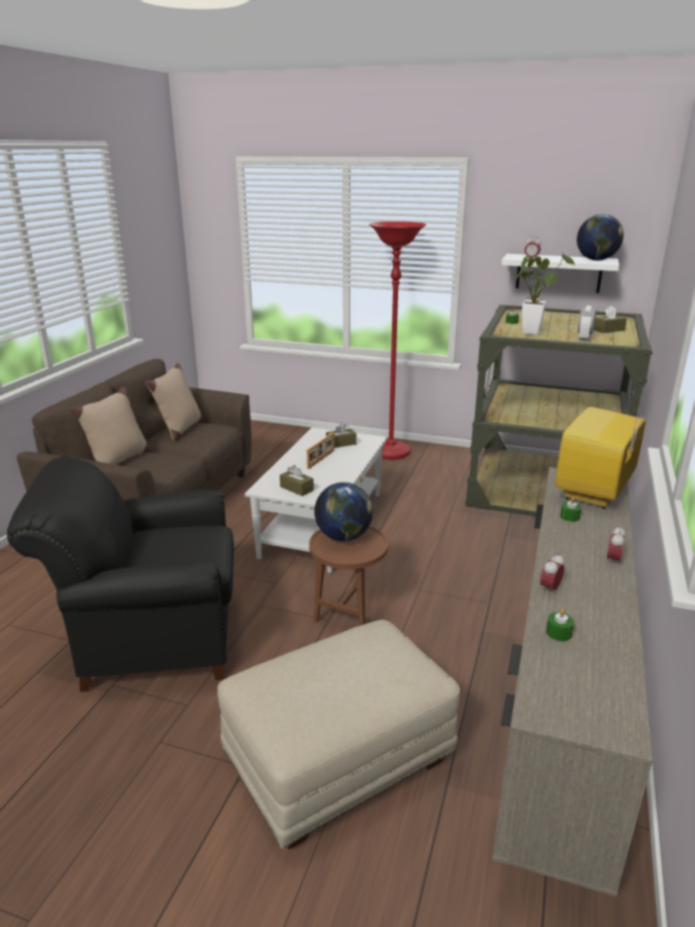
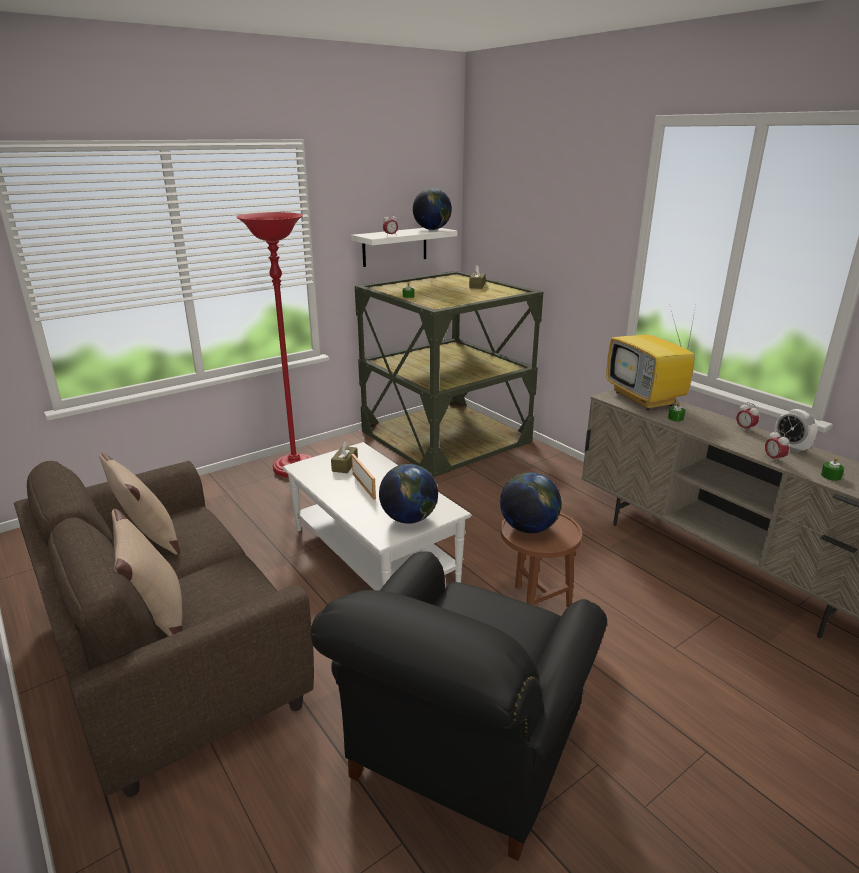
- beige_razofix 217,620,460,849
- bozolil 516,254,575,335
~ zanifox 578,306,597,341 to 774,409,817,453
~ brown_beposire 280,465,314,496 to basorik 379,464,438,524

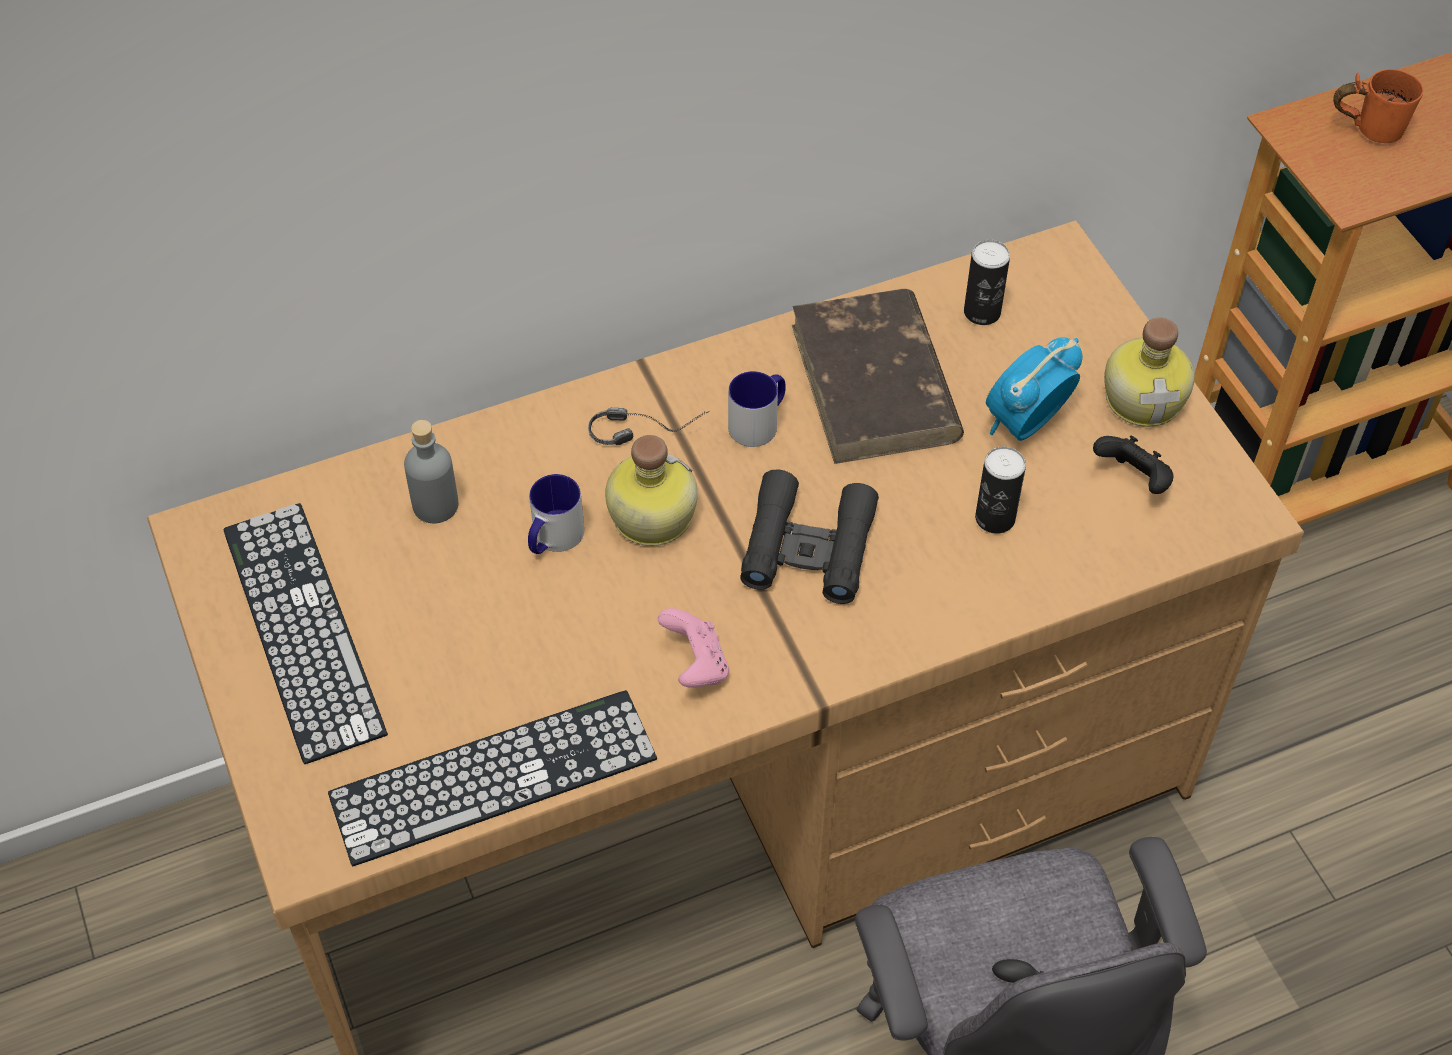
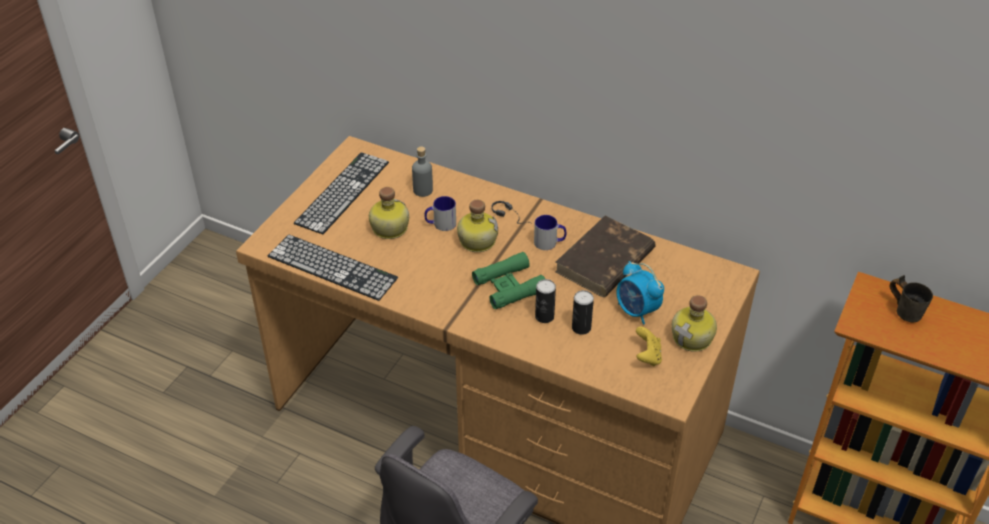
- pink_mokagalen 658,608,729,688
+ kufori 369,187,409,239
~ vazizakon 964,240,1010,325 to 535,279,556,323
~ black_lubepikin 740,470,879,604 to green_lubepikin 472,252,545,309
~ black_mokagalen 1093,435,1173,494 to yellow_mokagalen 636,326,662,366
~ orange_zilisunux 1333,69,1423,143 to grey_zilisunux 890,275,933,322
~ zanifox 986,338,1082,441 = 616,261,664,325 135 degrees counterclockwise

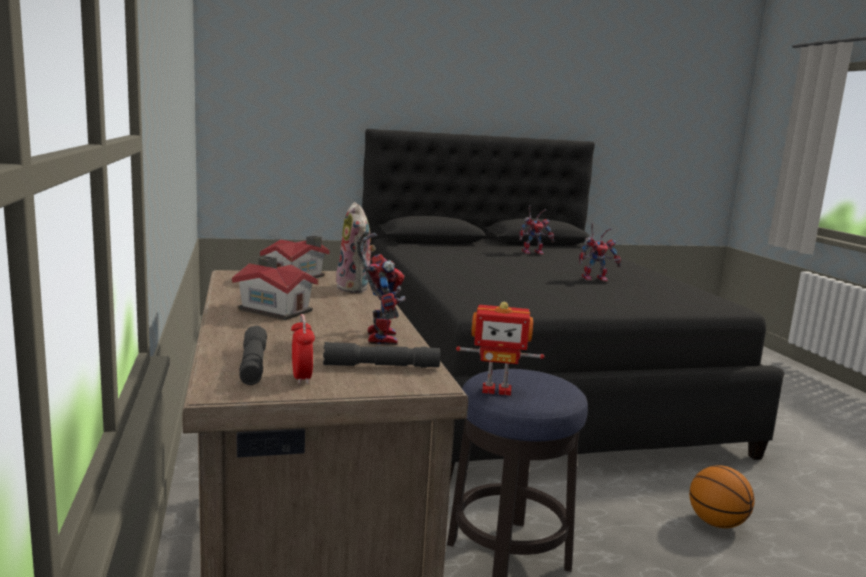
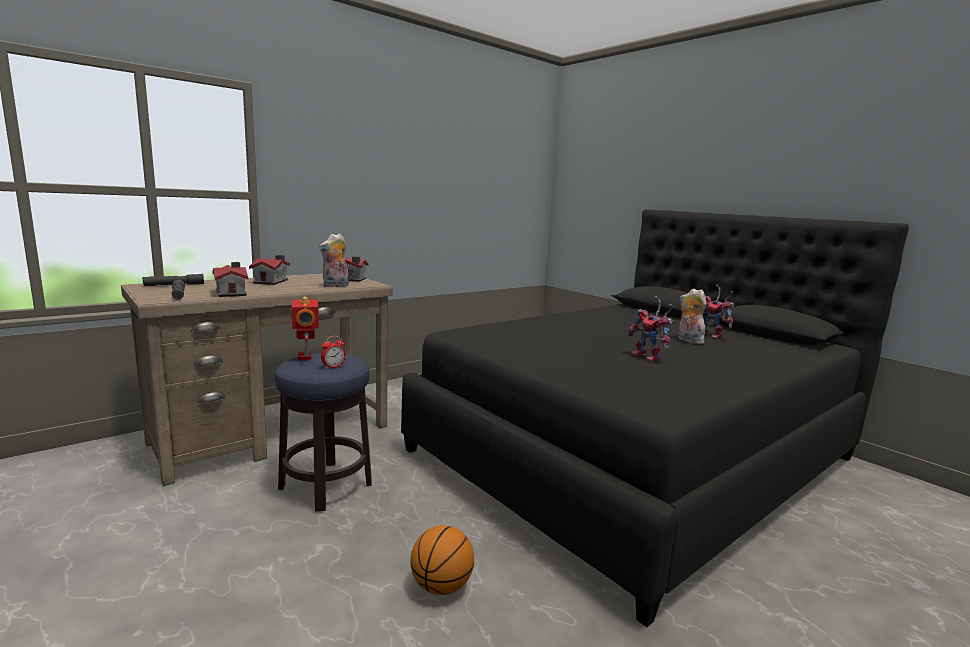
+ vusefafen 678,288,706,344
~ zanifox 291,314,315,385 to 321,336,346,369
~ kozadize 357,231,406,345 to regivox 212,262,248,297

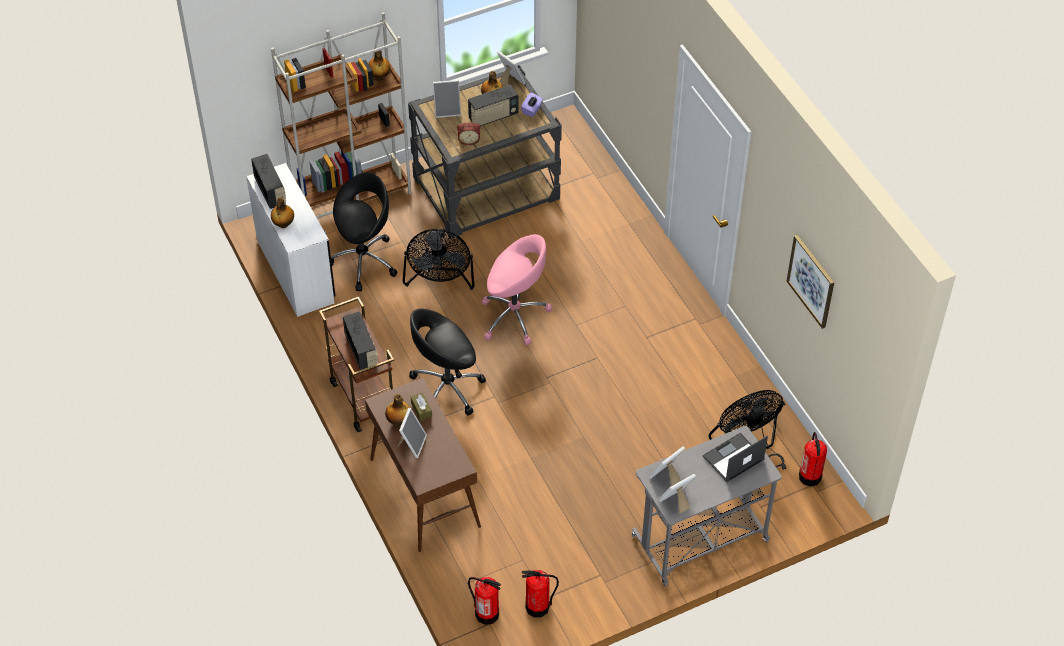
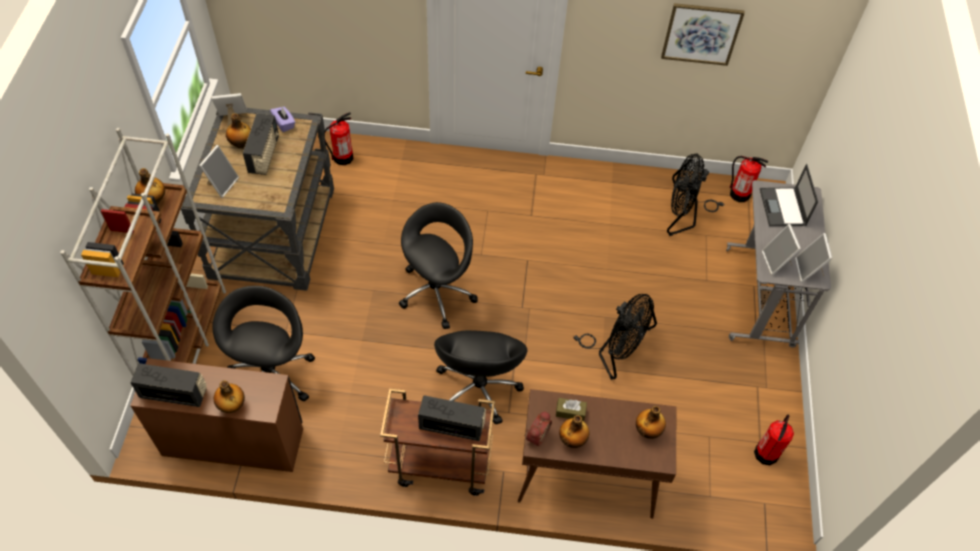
- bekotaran 397,408,427,458
+ kufori 636,406,666,439
~ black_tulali 403,228,474,290 to 573,294,657,380
~ zanifox 457,122,480,145 to 526,412,552,446
~ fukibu 468,577,501,625 to 324,112,354,165
~ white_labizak 246,163,336,317 to brown_labizak 130,358,303,472
~ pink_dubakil 481,234,552,345 to black_dubakil 399,202,478,329

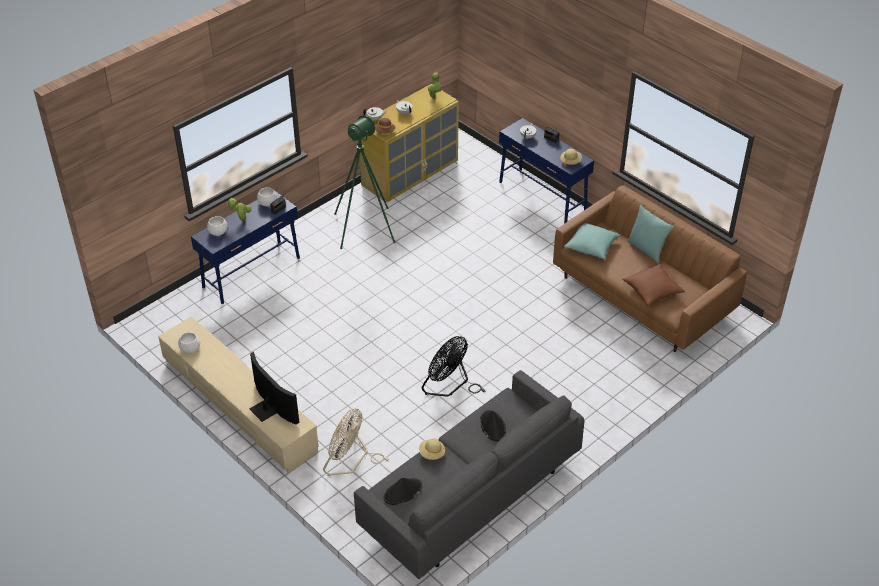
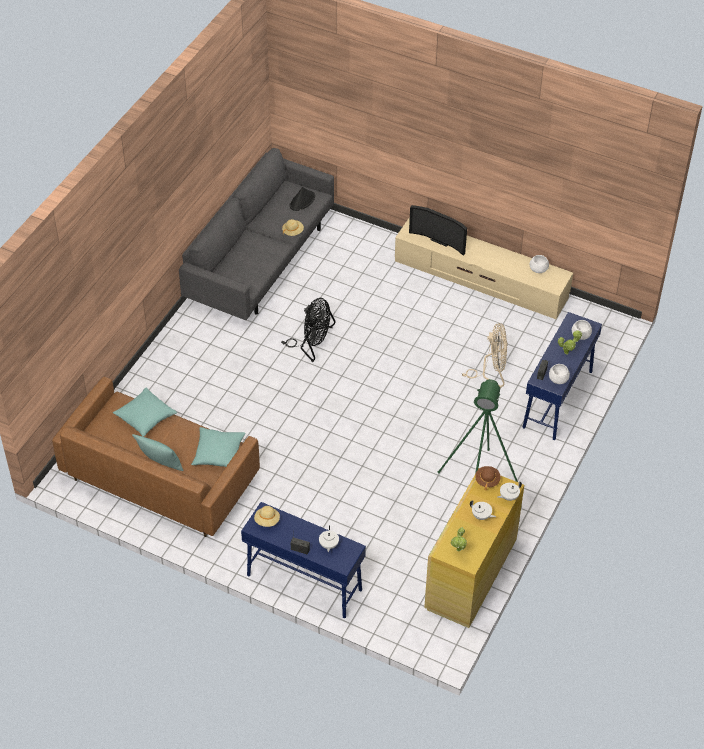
- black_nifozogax 480,410,506,441
~ beige_tulali 323,409,389,476 to 462,323,508,389
~ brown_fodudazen 622,263,685,306 to turquoise_fodudazen 113,388,177,437

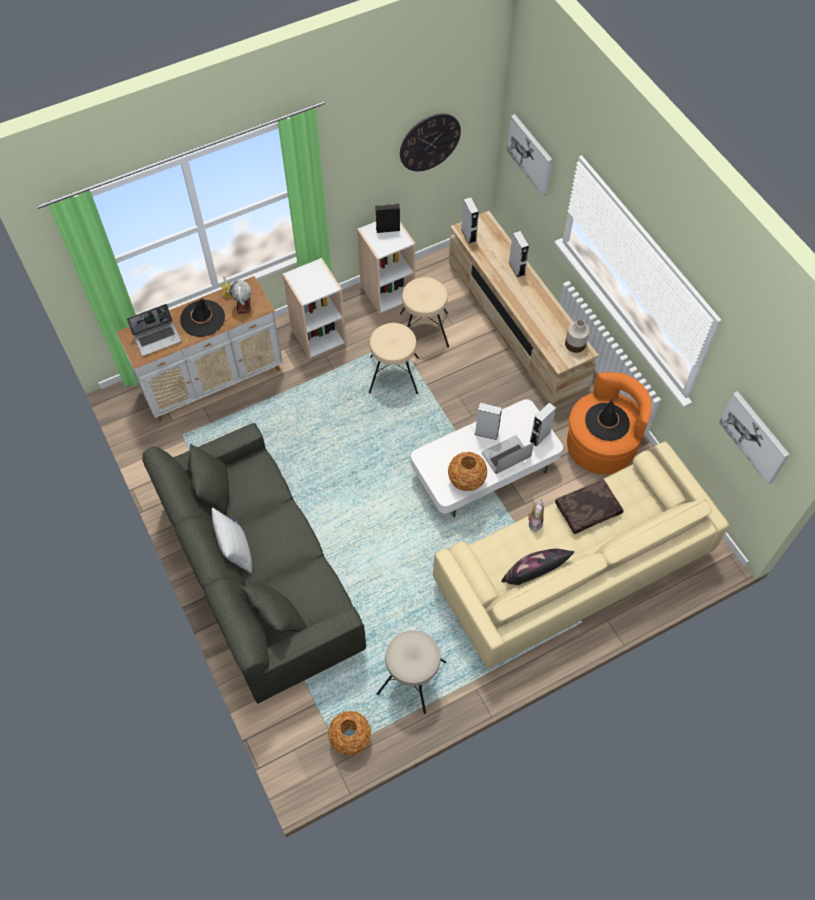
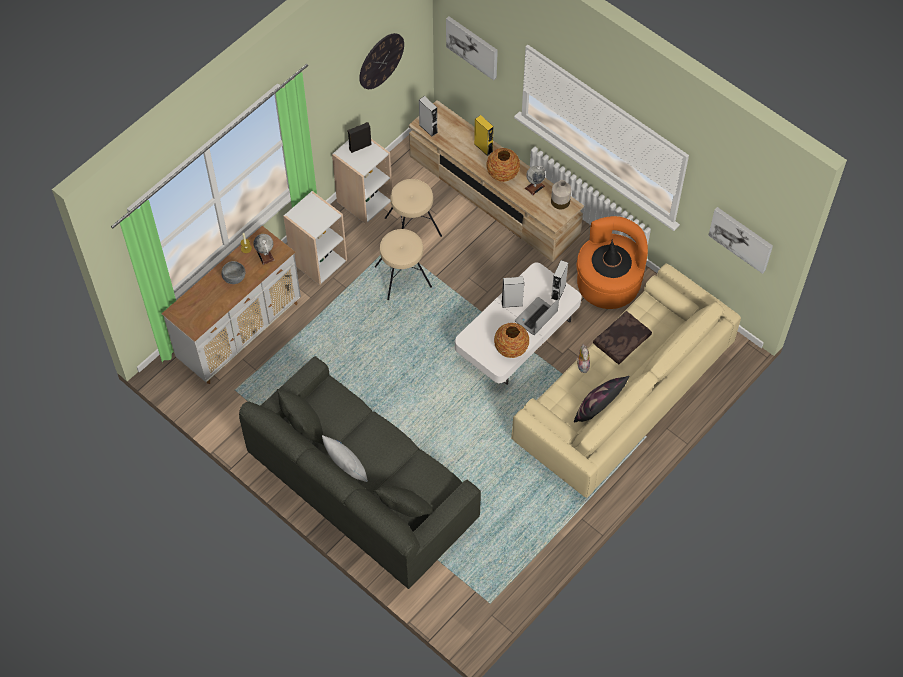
- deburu 127,304,182,356
- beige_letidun 377,630,446,714
+ basorik 525,166,545,195
~ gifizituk 328,711,371,756 to 486,148,520,182
~ black_nifozogax 180,298,225,337 to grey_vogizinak 221,261,245,284
~ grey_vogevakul 509,231,529,278 to yellow_vogevakul 474,115,494,156

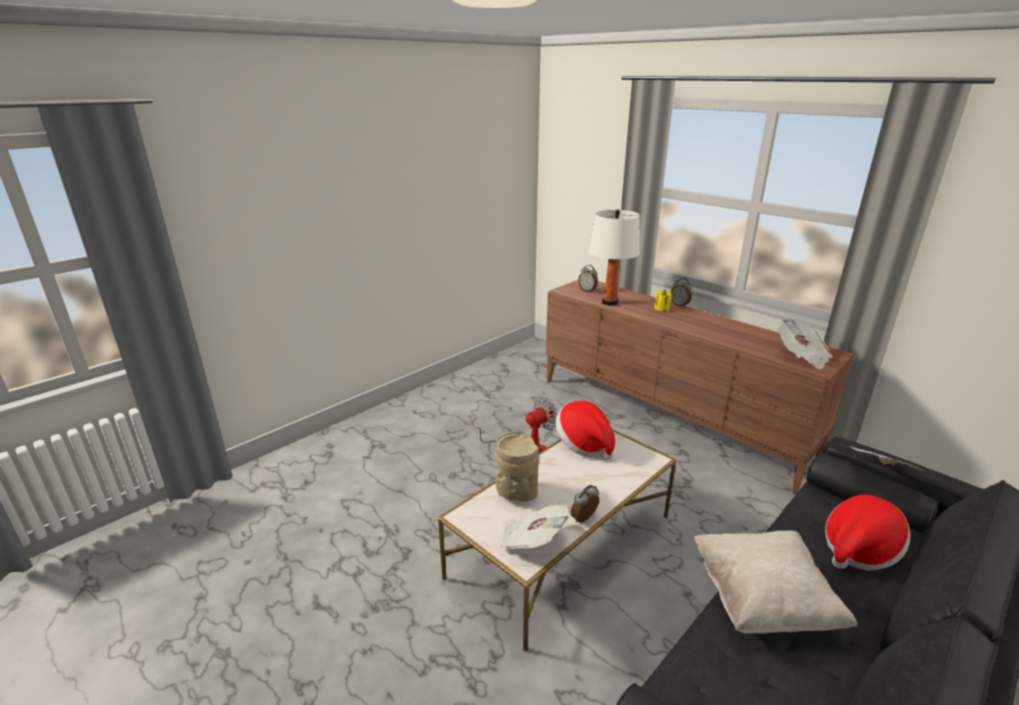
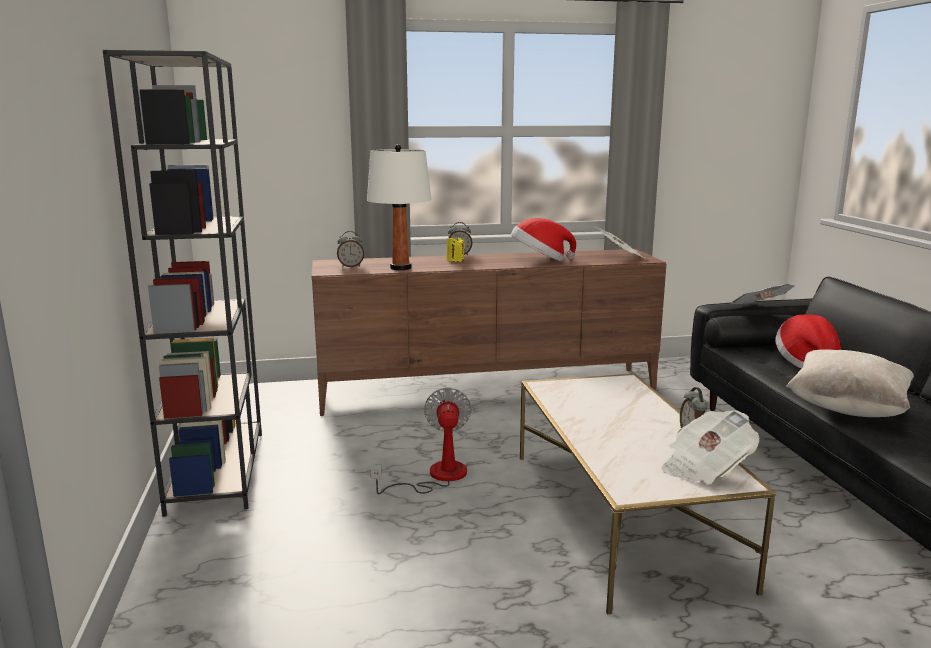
- beige_gifizituk 495,431,539,502
+ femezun 103,50,262,517
~ nifozogax 555,401,615,460 to 511,218,576,261

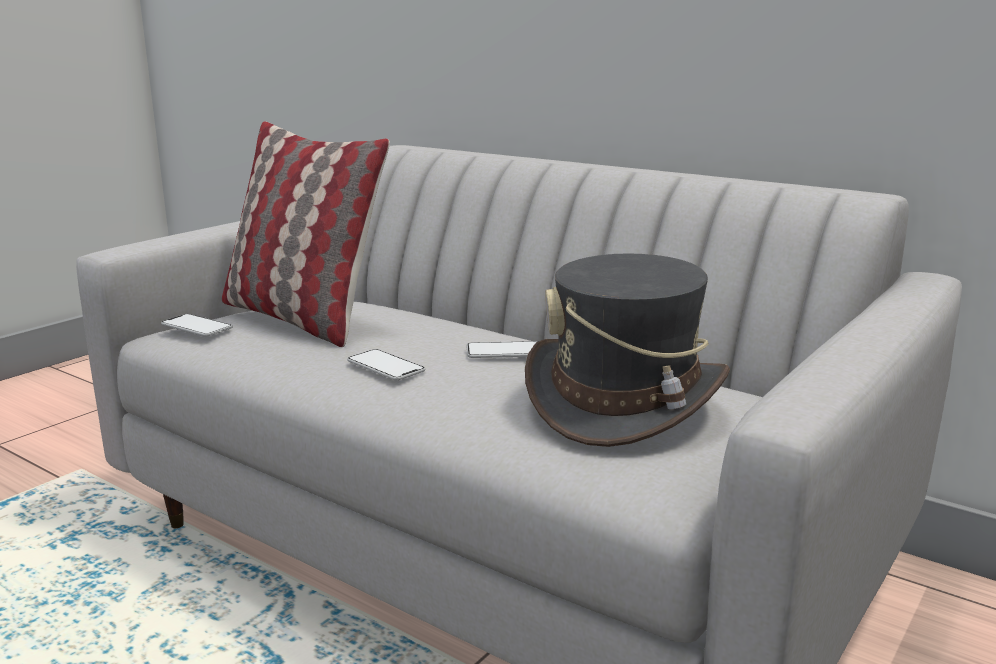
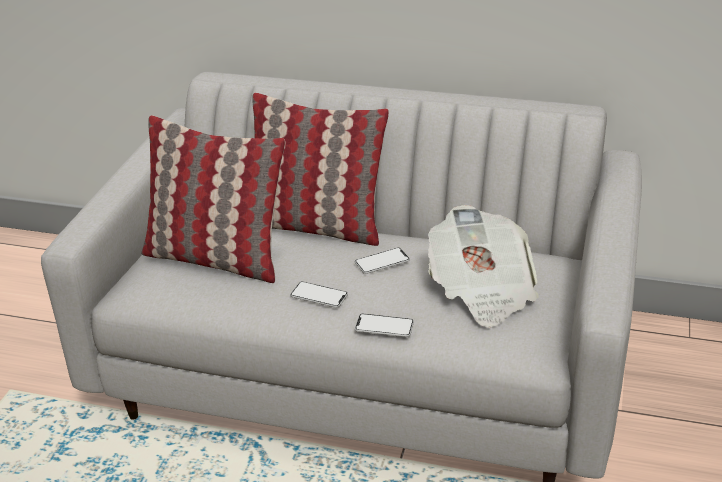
+ fodudazen 252,93,389,246
~ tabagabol 161,314,233,336 to 355,314,414,337
~ grey_nifozogax 525,253,730,447 to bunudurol 428,205,539,328

